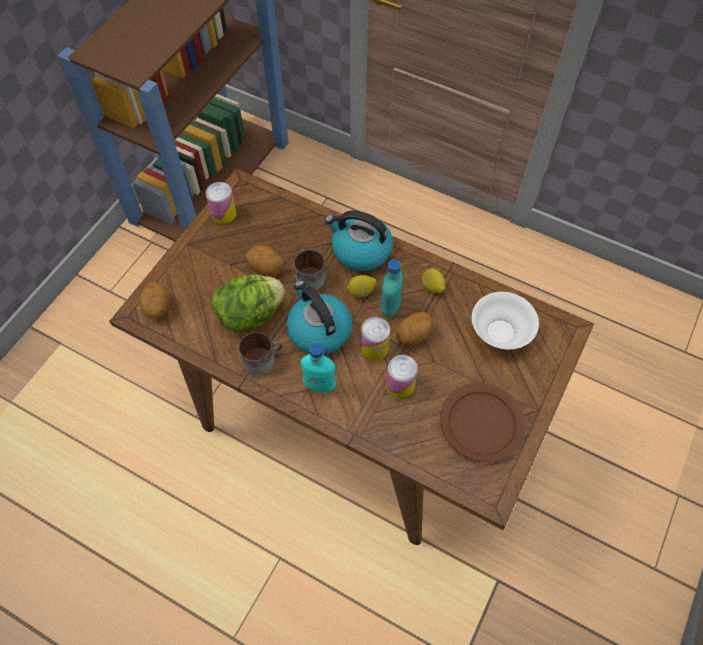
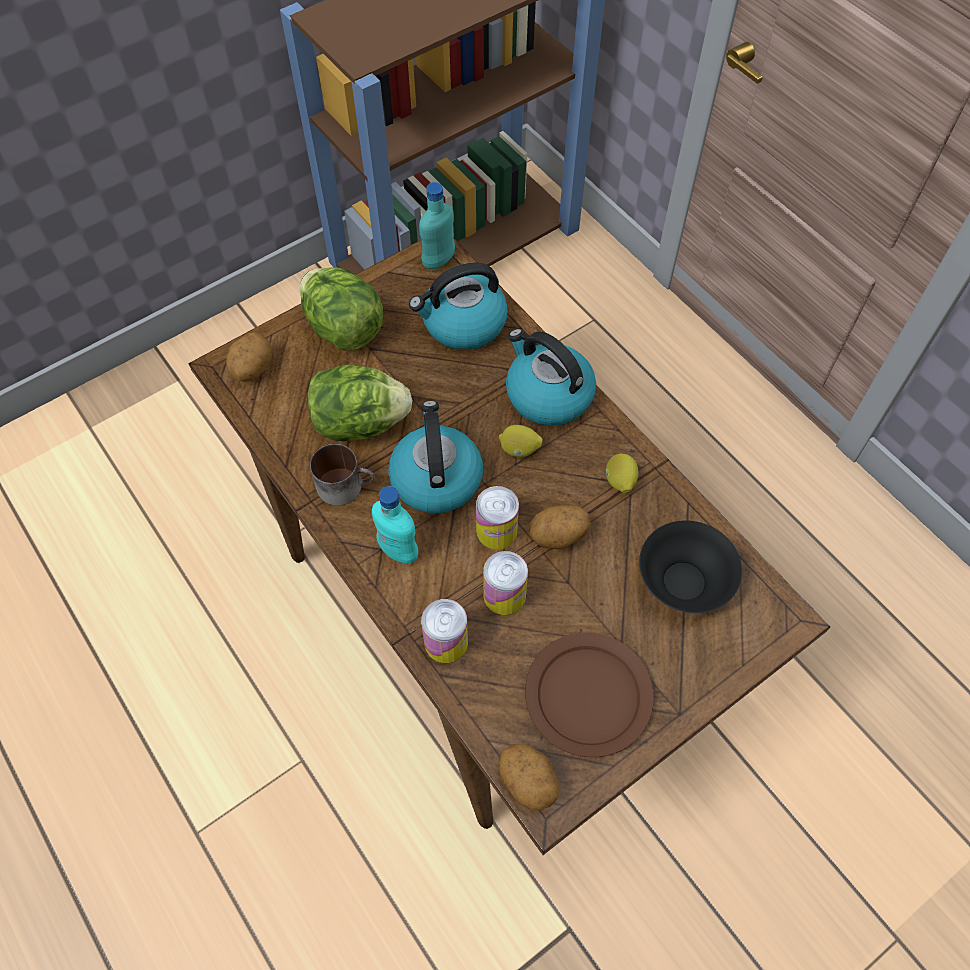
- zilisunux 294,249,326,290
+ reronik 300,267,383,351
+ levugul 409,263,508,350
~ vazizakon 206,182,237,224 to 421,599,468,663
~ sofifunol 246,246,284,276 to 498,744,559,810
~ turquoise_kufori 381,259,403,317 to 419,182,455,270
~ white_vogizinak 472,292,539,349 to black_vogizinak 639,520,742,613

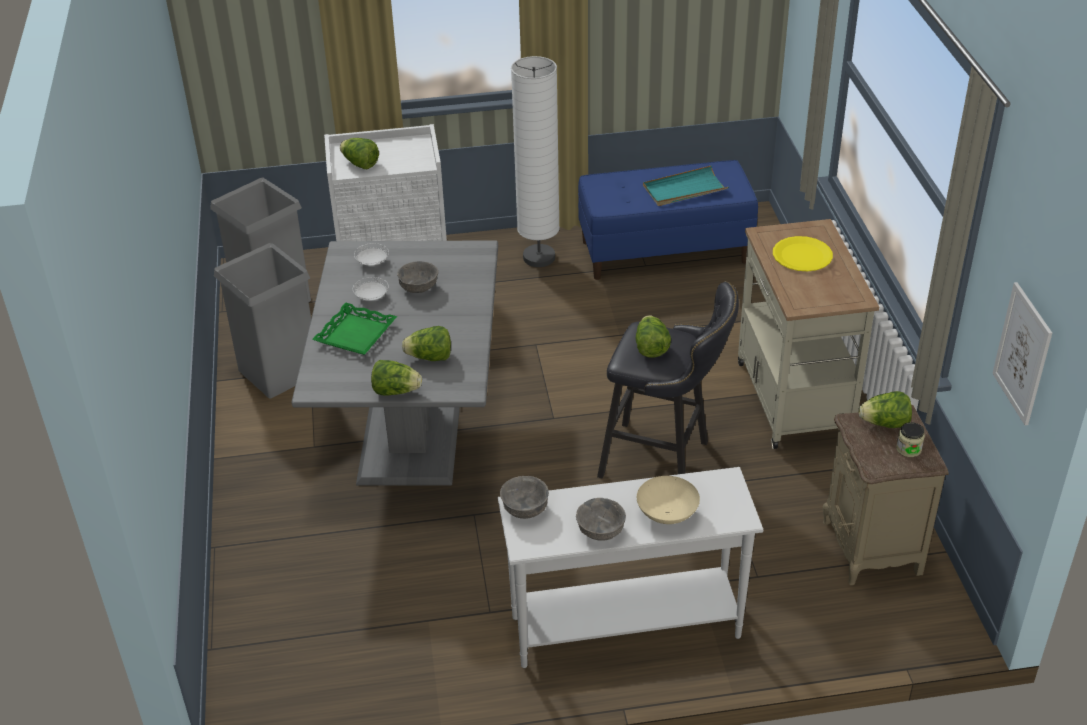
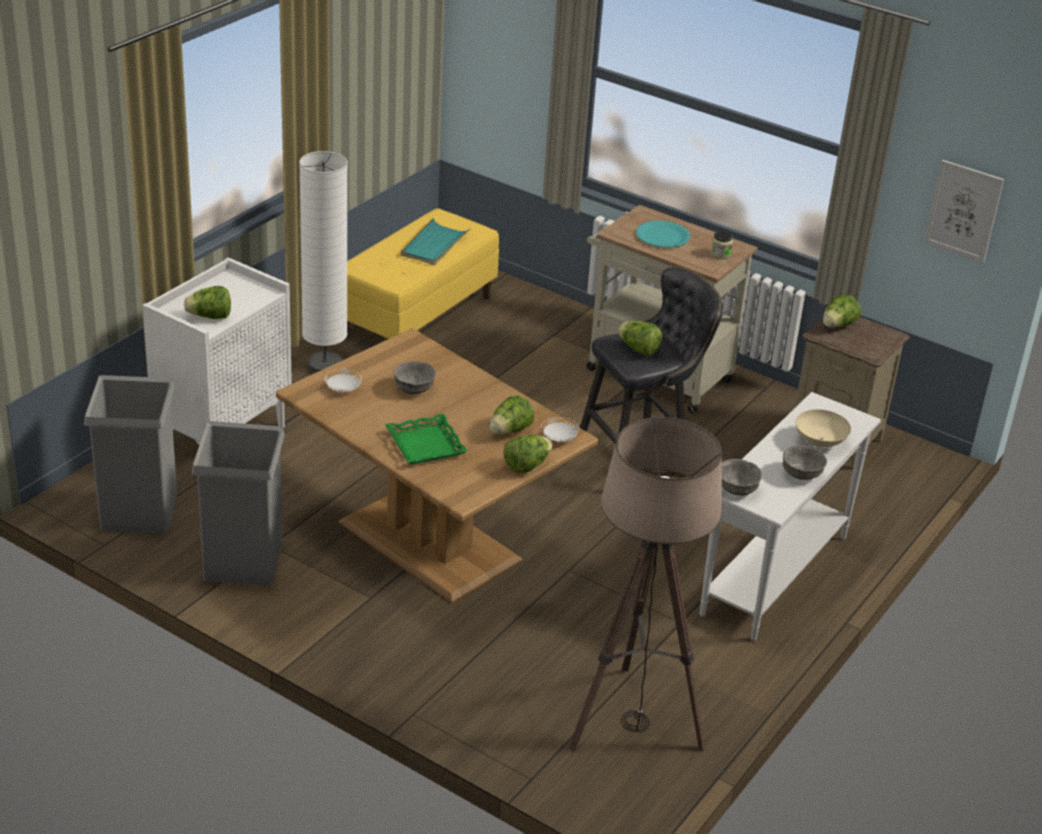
+ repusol 569,417,722,752
~ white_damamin 353,277,389,301 to 541,417,579,442
~ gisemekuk 896,422,925,457 to 711,231,733,259
~ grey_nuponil 292,240,498,485 to brown_nuponil 276,328,598,603
~ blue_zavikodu 578,160,758,280 to yellow_zavikodu 346,208,499,339
~ yellow_damamin 773,236,833,271 to turquoise_damamin 636,221,690,248

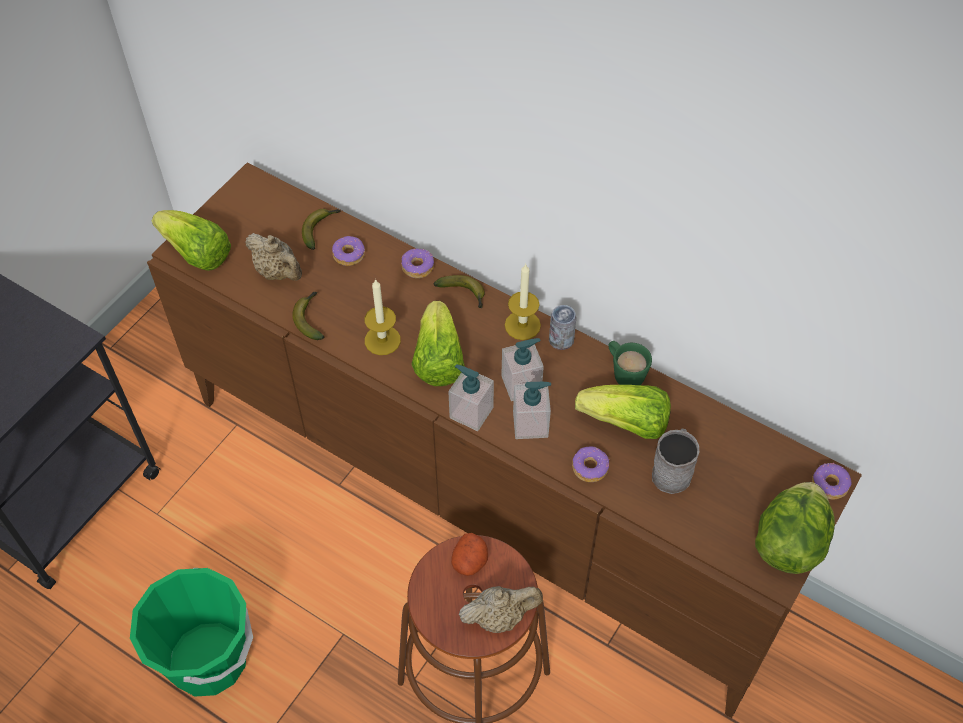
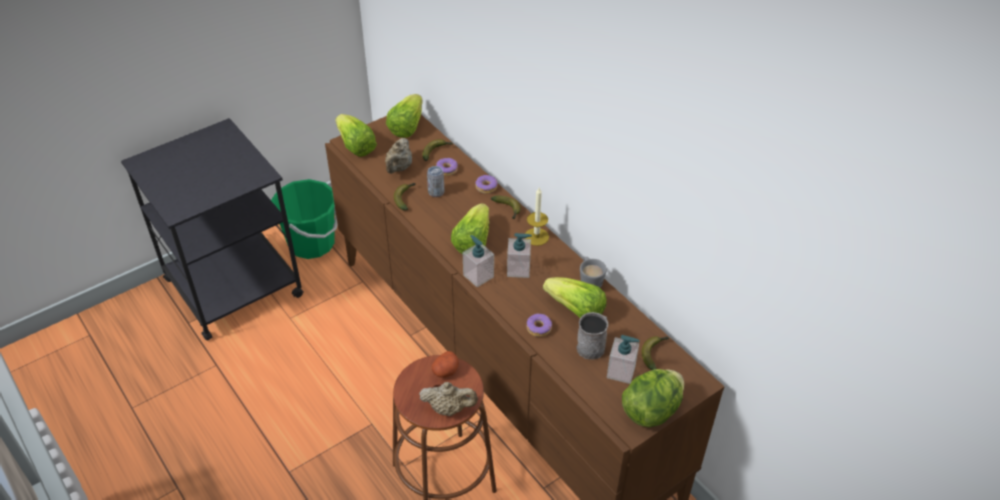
- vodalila 365,279,401,355
- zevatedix 812,463,851,500
+ reronik 386,94,423,138
+ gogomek 642,336,669,370
~ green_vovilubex 130,568,253,696 to 271,179,338,259
~ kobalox 513,382,551,439 to 607,335,640,384
~ vazizakon 549,305,576,350 to 427,166,445,197
~ green_zilisunux 608,341,652,385 to grey_zilisunux 580,257,607,288
~ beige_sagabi 245,233,302,281 = 385,138,412,174 45 degrees clockwise

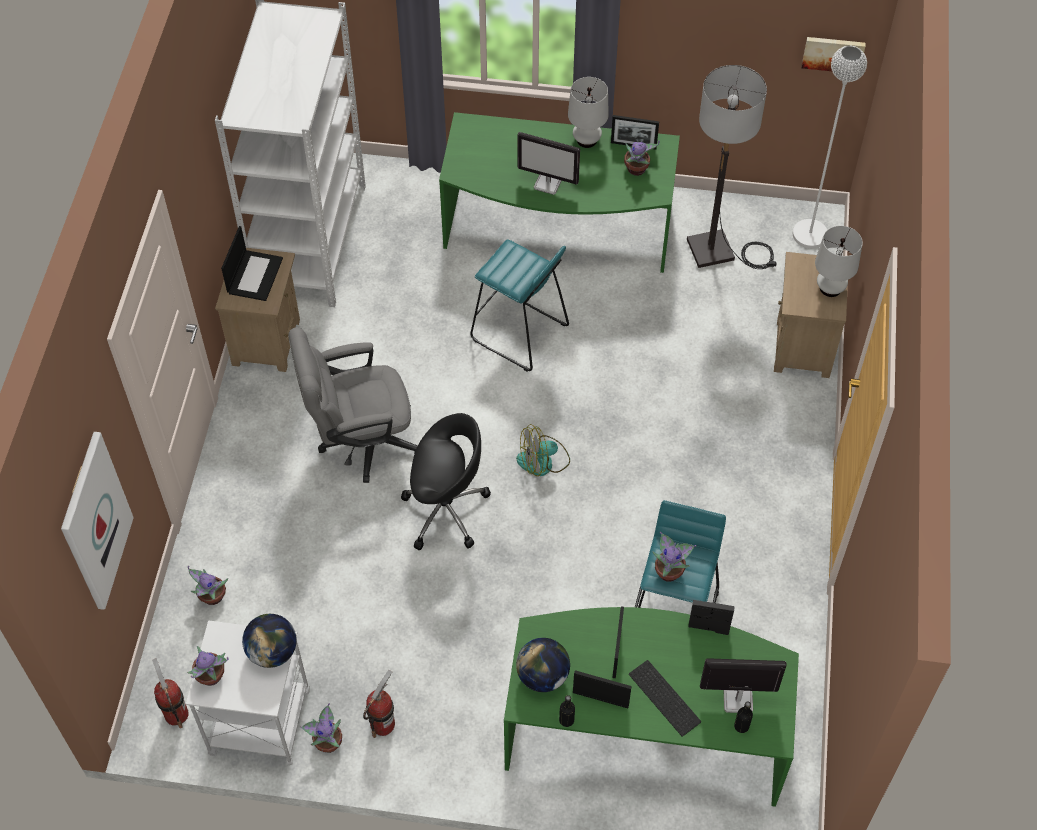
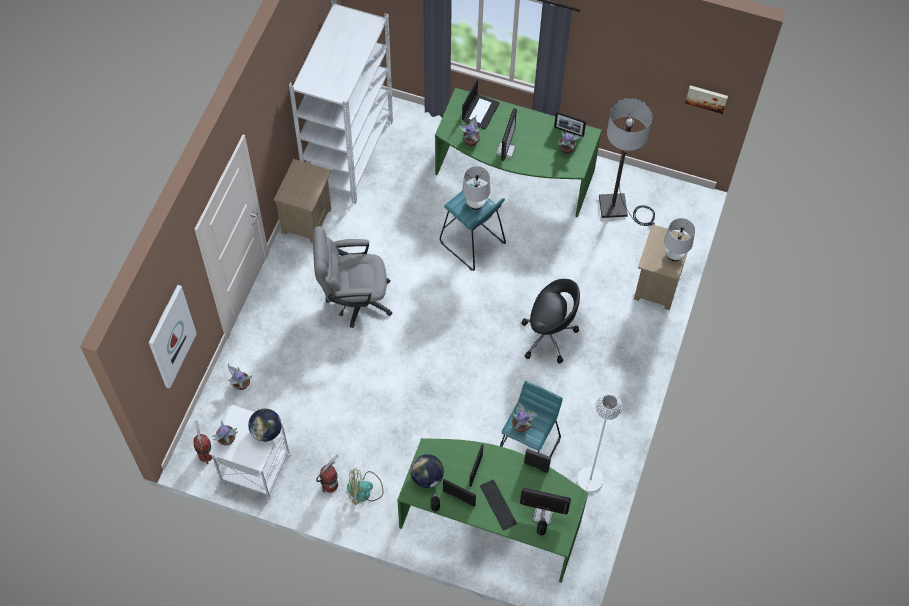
~ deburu 221,226,283,301 to 462,79,500,130
~ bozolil 300,703,342,753 to 458,115,481,146
~ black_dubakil 401,413,491,550 to 522,279,580,363
~ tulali 516,424,570,476 to 347,468,383,505
~ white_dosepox 568,77,609,148 to 462,166,491,210
~ white_repusol 793,46,867,248 to 577,393,622,493
~ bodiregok 518,132,580,195 = 497,108,517,161 105 degrees counterclockwise

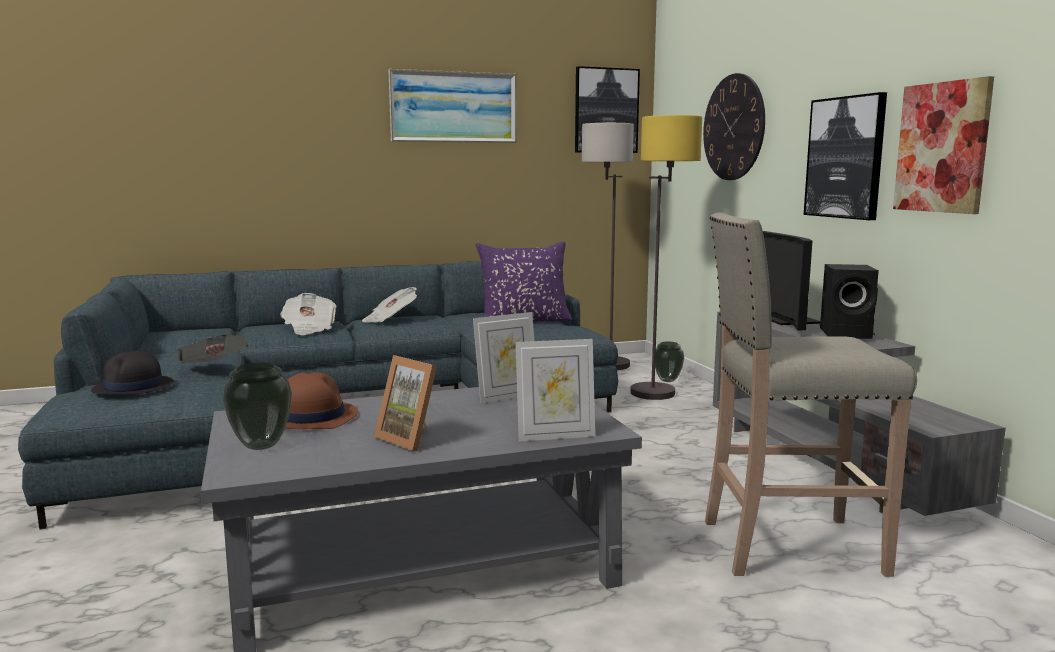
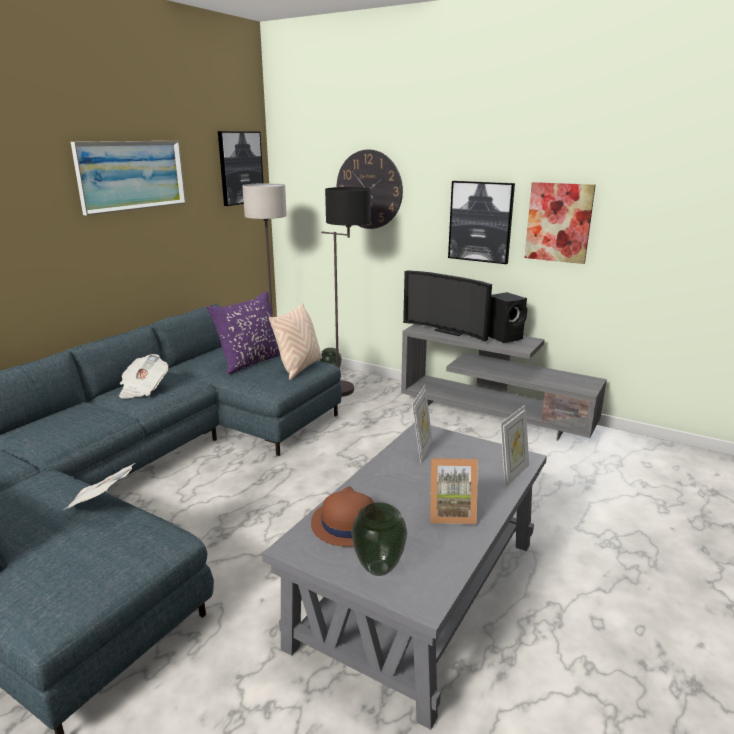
- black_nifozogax 91,351,174,395
- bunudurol 280,293,336,335
- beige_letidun 705,212,917,577
+ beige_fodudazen 269,303,322,380
~ yellow_repusol 630,115,702,400 to black_repusol 321,187,371,397

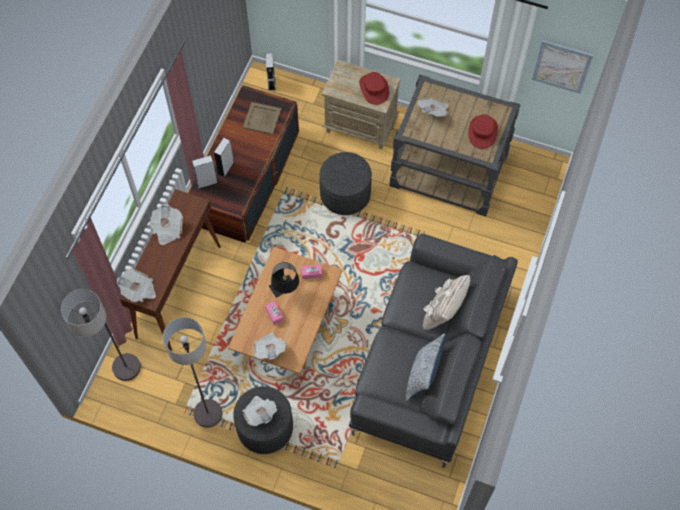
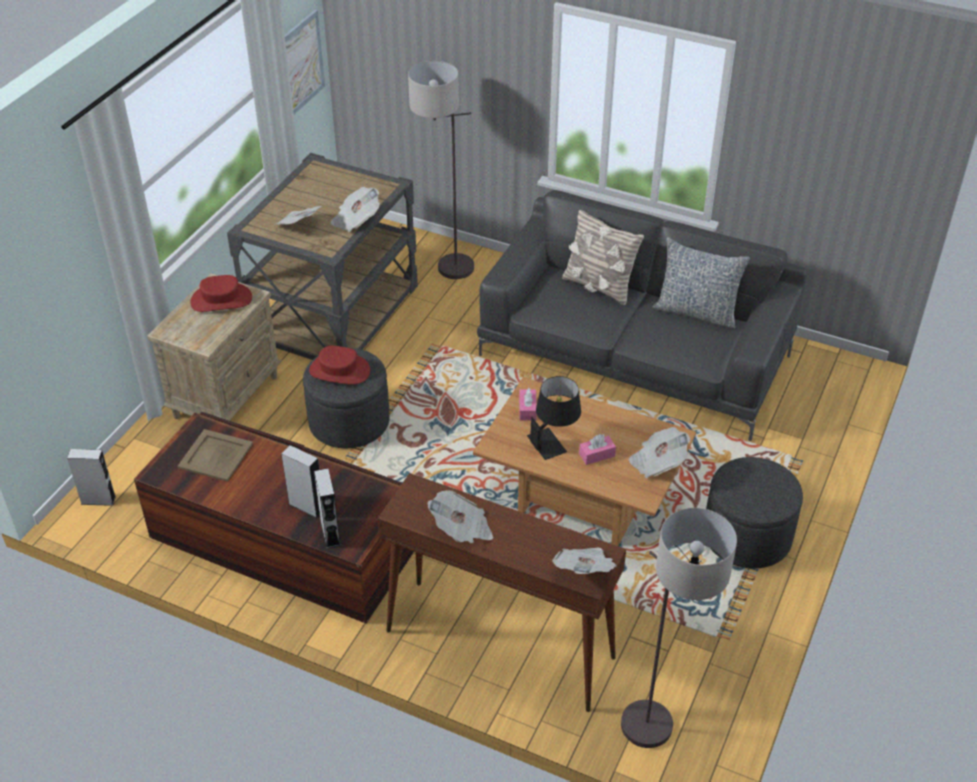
~ grey_repusol 163,317,222,428 to 408,61,474,279
~ bunudurol 242,396,277,426 to 331,187,380,232
~ red_nifozogax 468,115,498,149 to 309,346,370,384

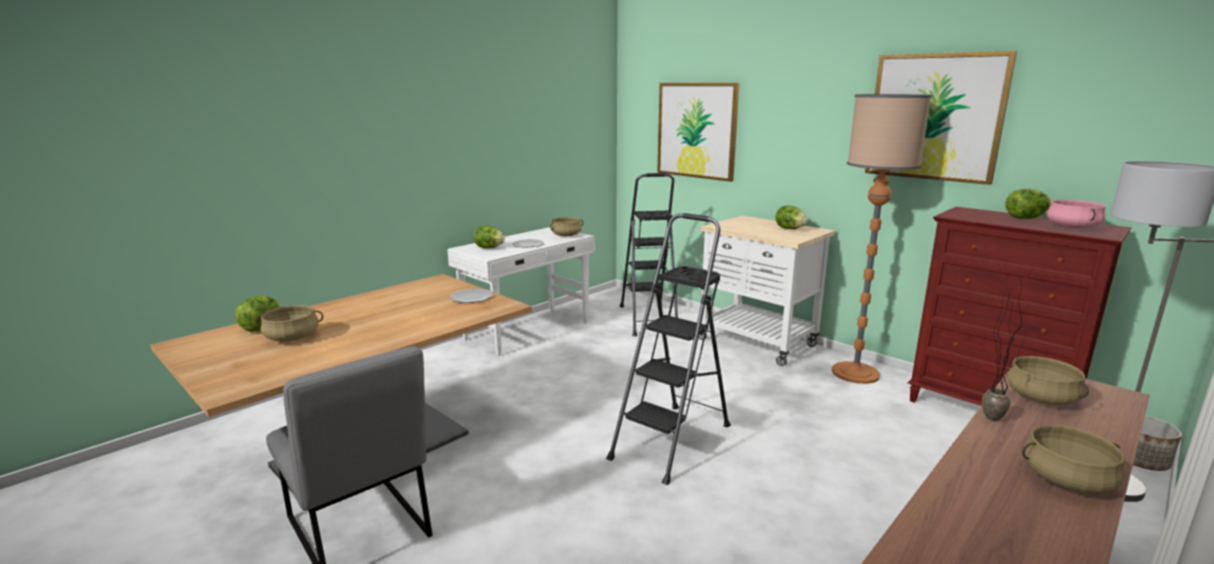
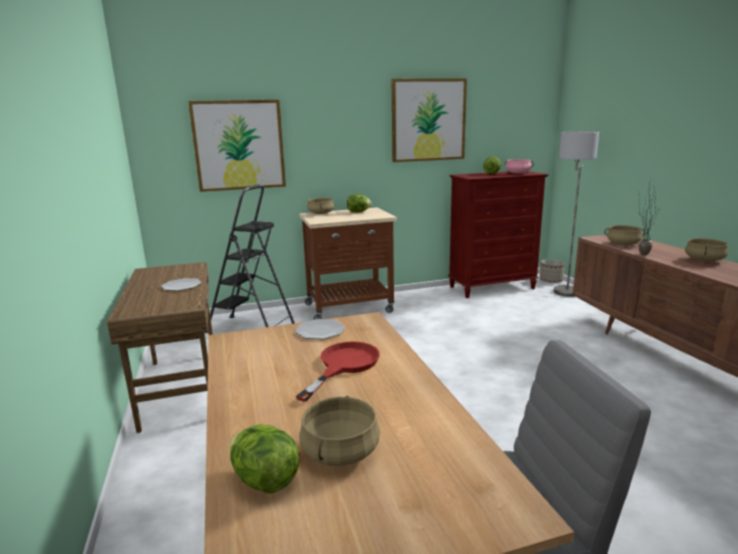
- reronik 474,226,505,248
- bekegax 606,213,731,485
- repusol 832,94,932,384
+ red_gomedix 296,342,380,402
~ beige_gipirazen 550,217,583,236 to 307,198,334,214
~ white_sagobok 447,227,595,356 to brown_sagobok 107,262,213,433
~ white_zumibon 699,216,835,366 to brown_zumibon 299,207,397,320

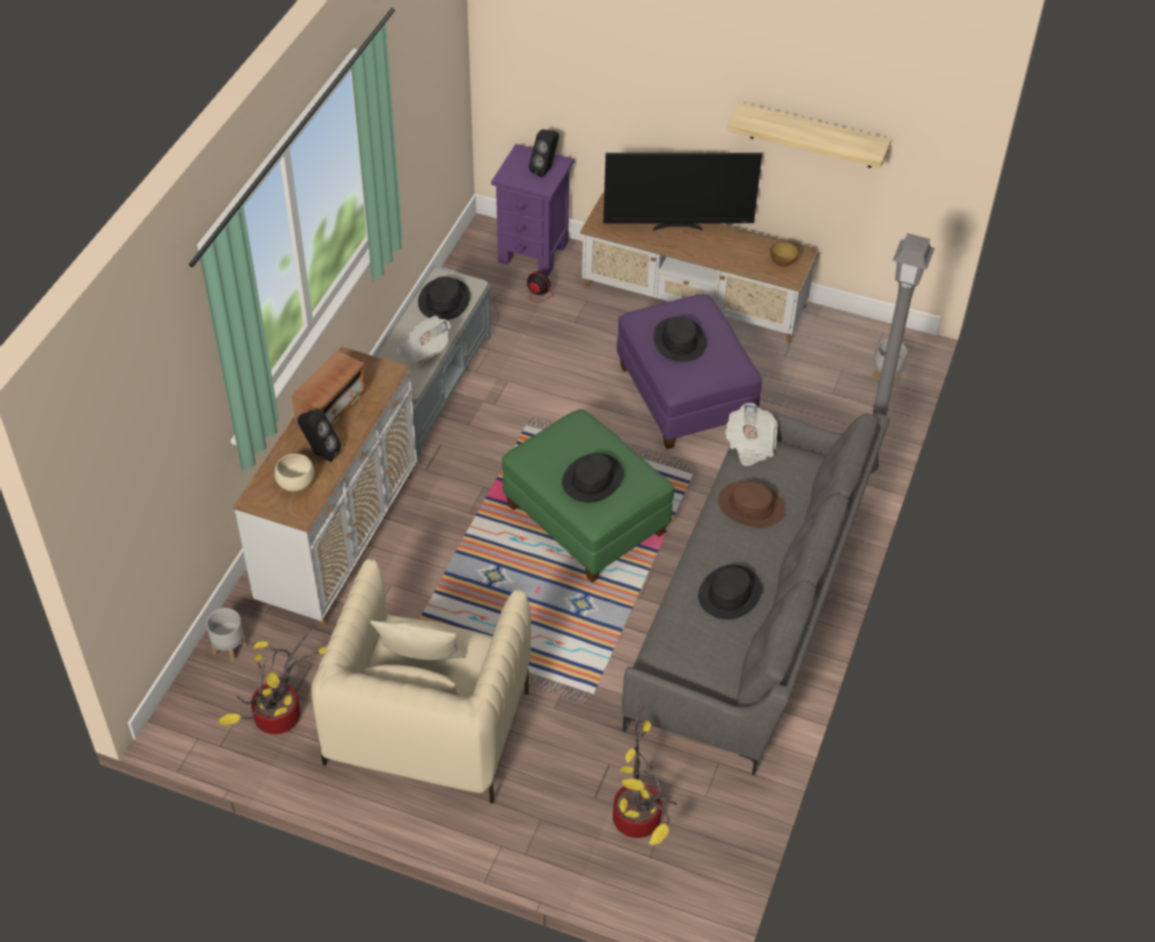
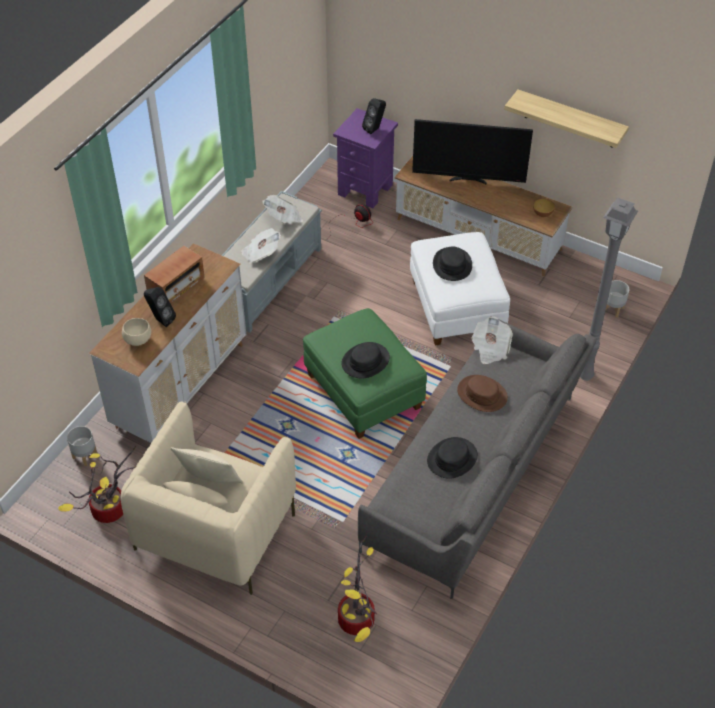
~ black_nifozogax 418,276,470,320 to bunudurol 262,195,303,224
~ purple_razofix 617,294,762,449 to white_razofix 410,232,510,345

